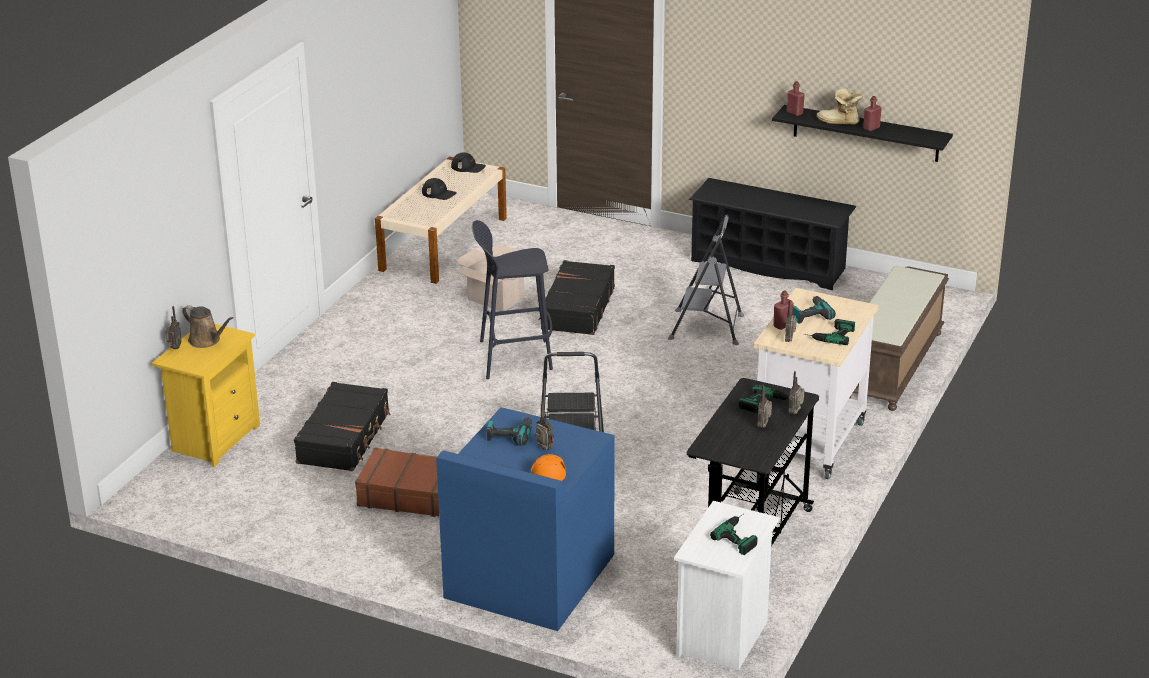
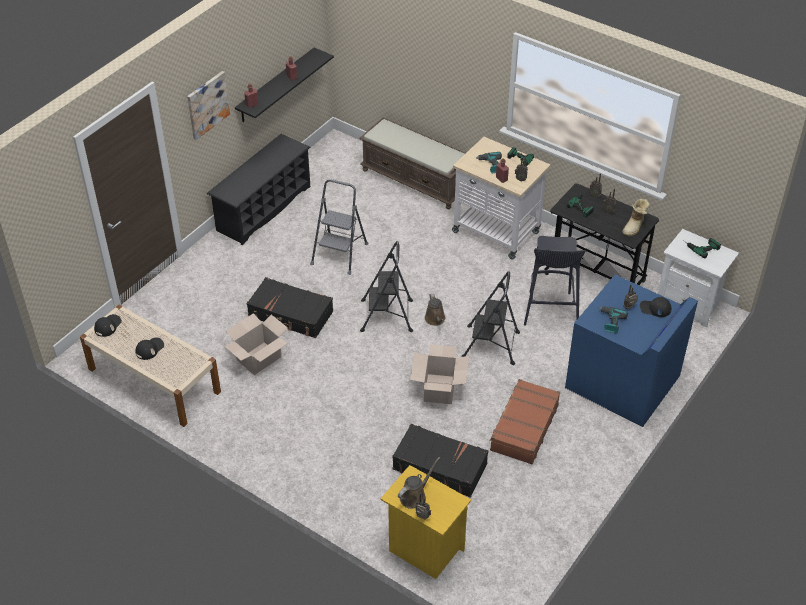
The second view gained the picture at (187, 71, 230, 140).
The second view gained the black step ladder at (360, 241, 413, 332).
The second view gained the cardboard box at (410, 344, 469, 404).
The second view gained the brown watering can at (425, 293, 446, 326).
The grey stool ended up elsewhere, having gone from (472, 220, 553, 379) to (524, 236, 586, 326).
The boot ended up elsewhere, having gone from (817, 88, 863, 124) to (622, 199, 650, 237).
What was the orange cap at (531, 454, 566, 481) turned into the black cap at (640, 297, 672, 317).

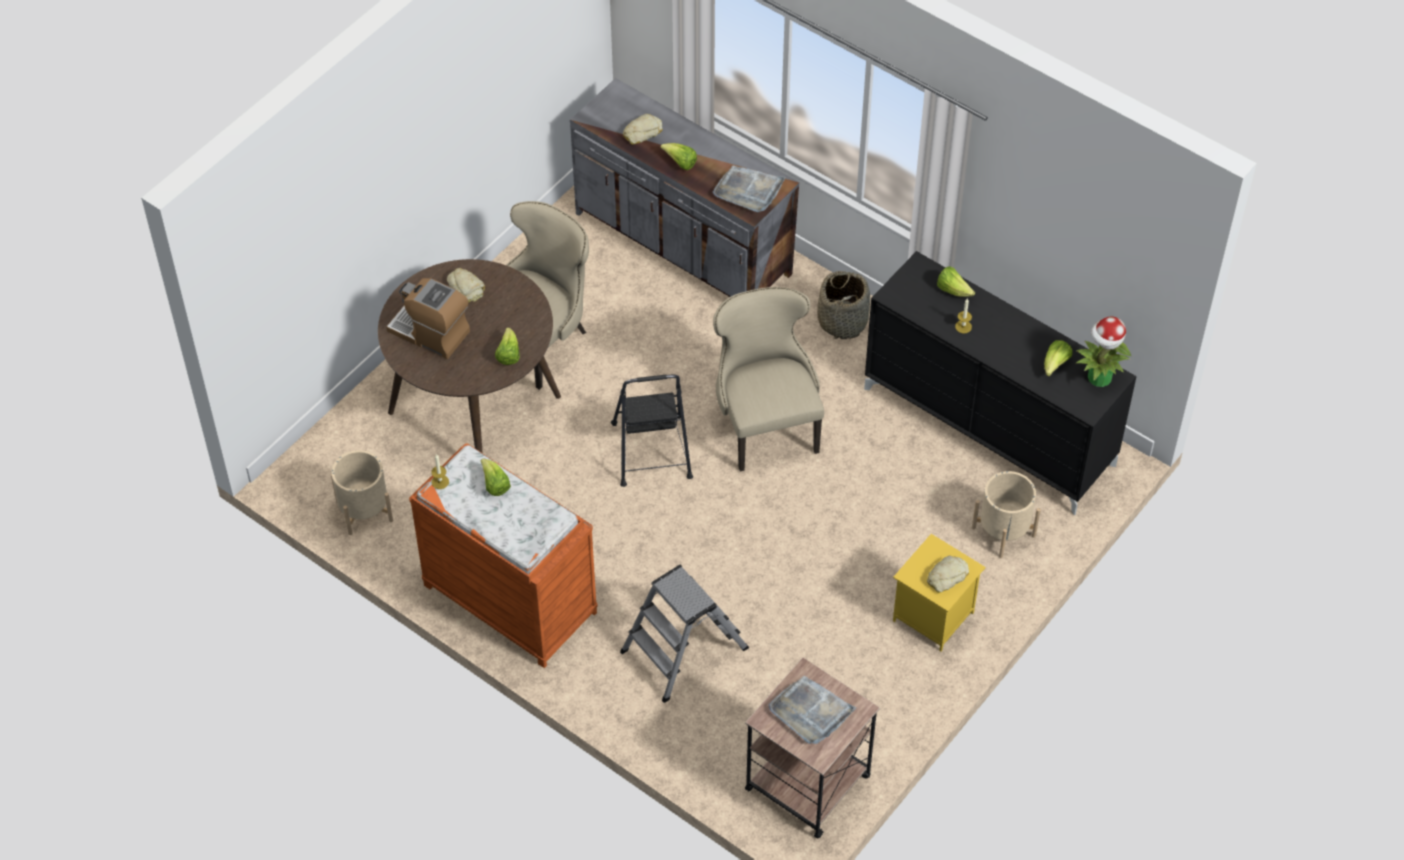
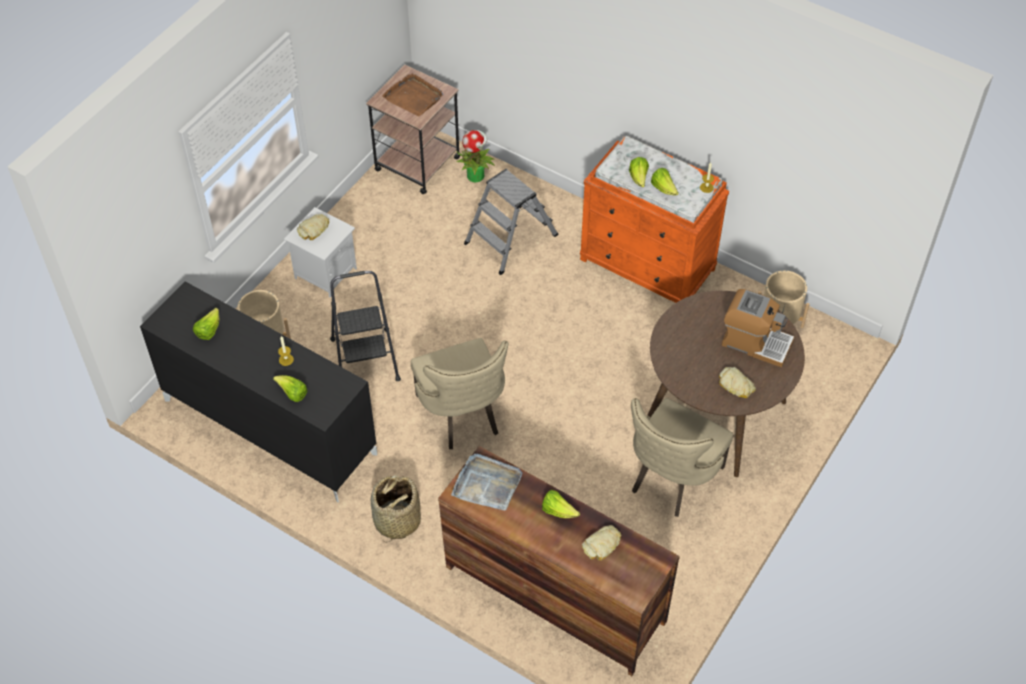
The lettuce ended up elsewhere, having gone from (495, 327, 520, 365) to (629, 157, 649, 187).
The black step ladder ended up elsewhere, having gone from (611, 375, 693, 487) to (330, 271, 401, 381).
The potted plant ended up elsewhere, having gone from (1076, 317, 1131, 387) to (456, 130, 495, 182).
What was the grey cabinet at (570, 78, 799, 297) turned into the brown cabinet at (438, 446, 680, 676).
What was the grey tray at (769, 676, 856, 744) turned into the brown tray at (382, 73, 443, 116).
What was the yellow nightstand at (893, 534, 986, 652) turned into the grey nightstand at (284, 207, 357, 298).

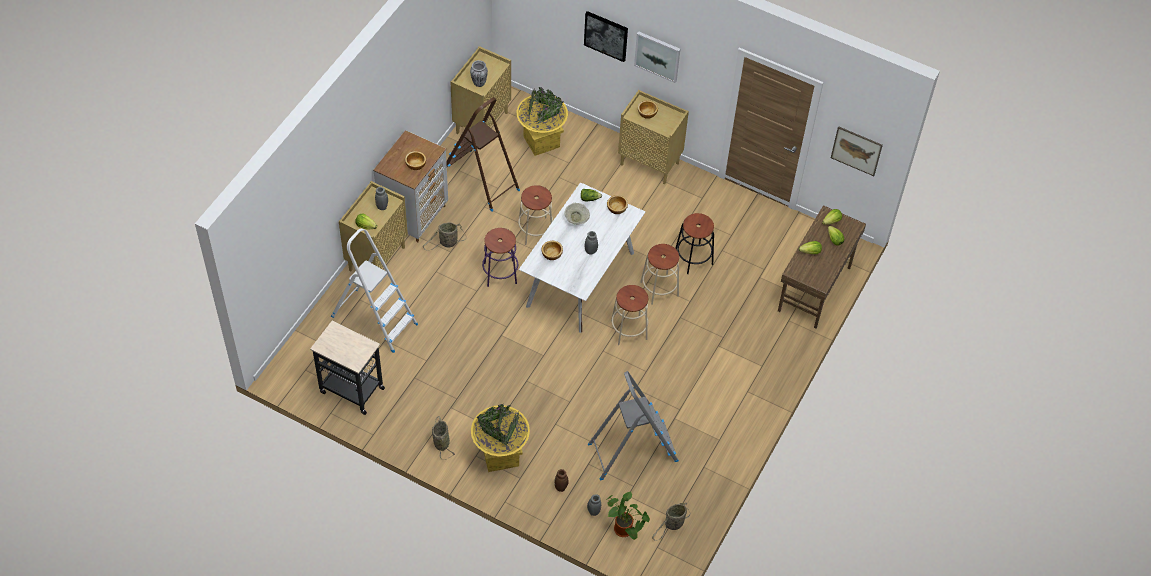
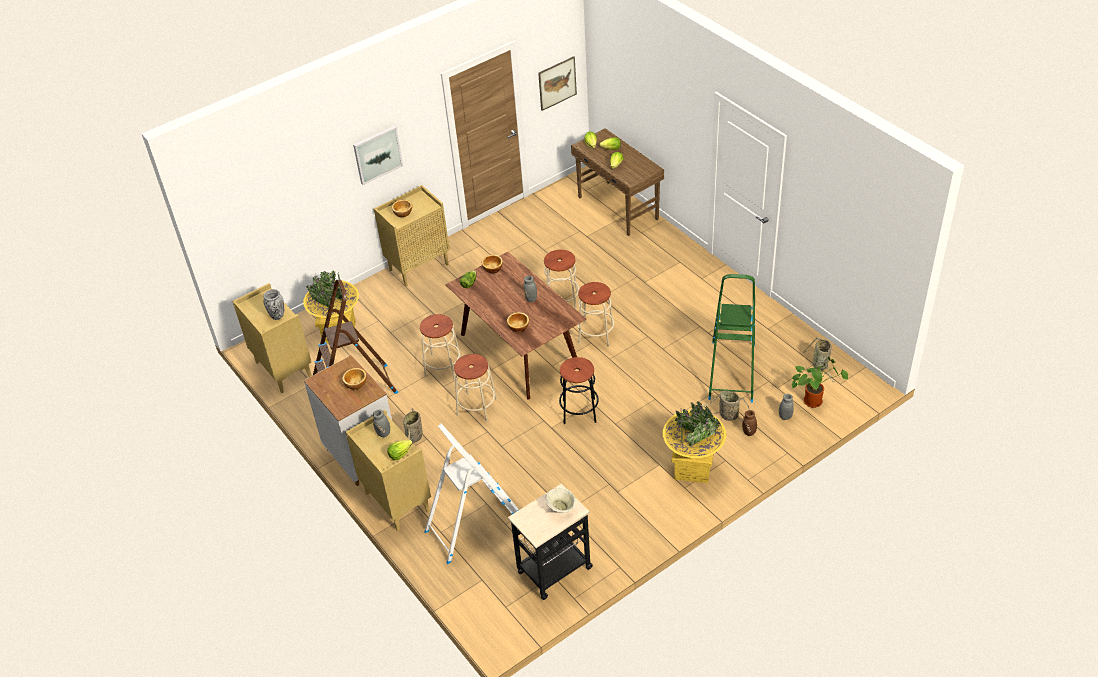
The second view lost the picture at (584, 11, 628, 62).
The basket ended up elsewhere, having gone from (432, 416, 455, 460) to (702, 391, 749, 421).
The beige bowl ended up elsewhere, having gone from (564, 203, 590, 225) to (545, 488, 576, 513).
The black stool ended up elsewhere, having gone from (675, 213, 714, 274) to (559, 357, 599, 424).
What was the purple stool at (482, 228, 518, 287) turned into the beige stool at (454, 354, 497, 422).
What was the white dining table at (519, 182, 646, 333) turned into the brown dining table at (445, 252, 587, 400).
What was the grey step ladder at (588, 371, 679, 480) turned into the green step ladder at (708, 274, 755, 403).

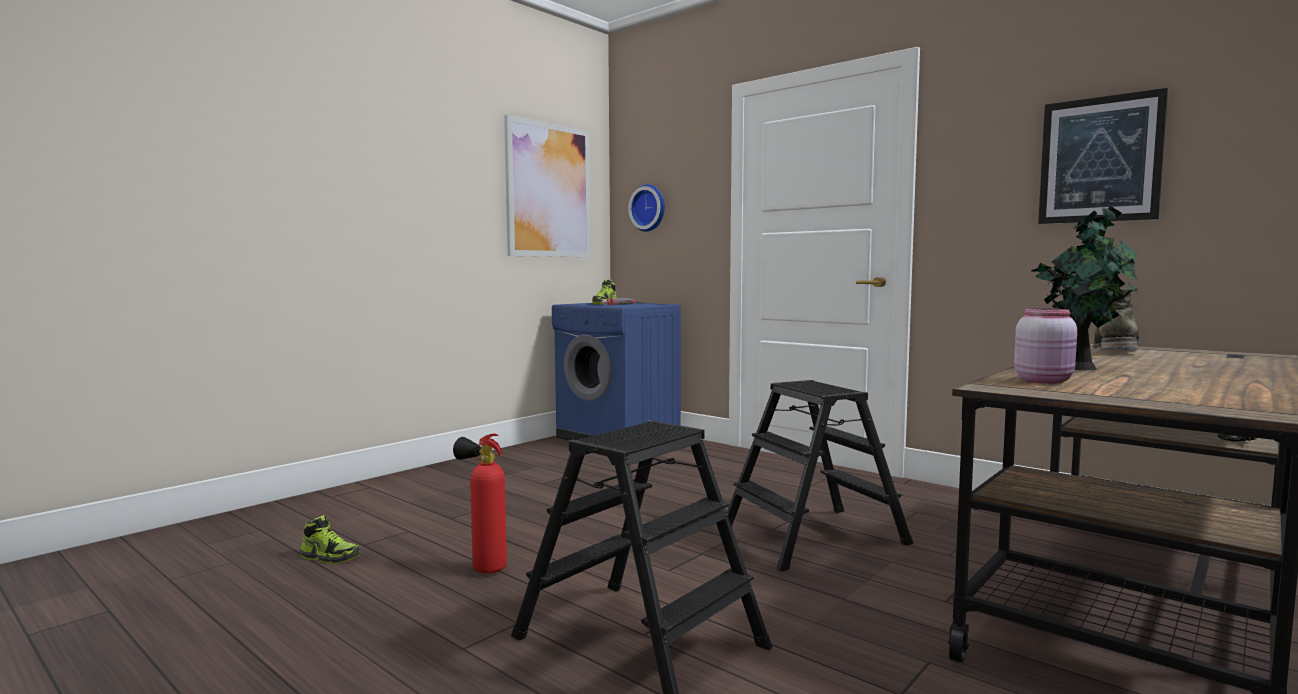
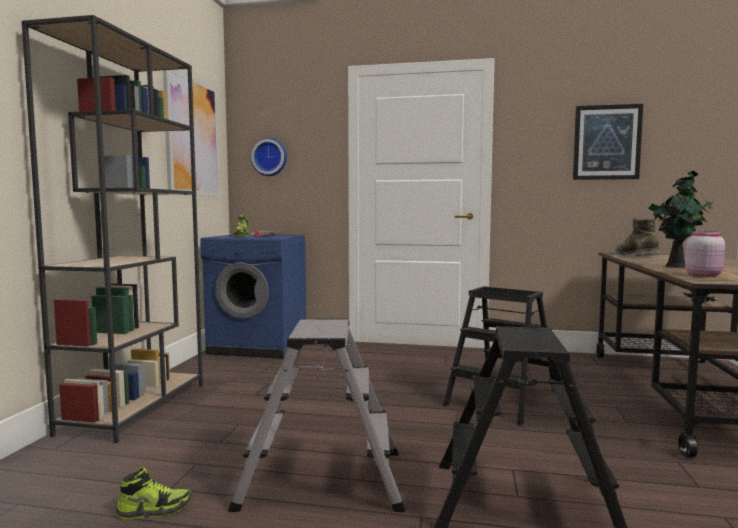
The second view gained the bookcase at (22, 15, 203, 443).
Where the fire extinguisher stood at (453, 433, 507, 573), the grey step ladder came to stand at (228, 318, 406, 512).

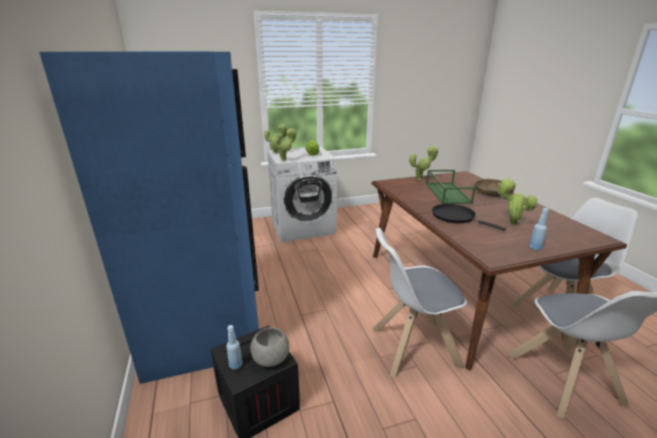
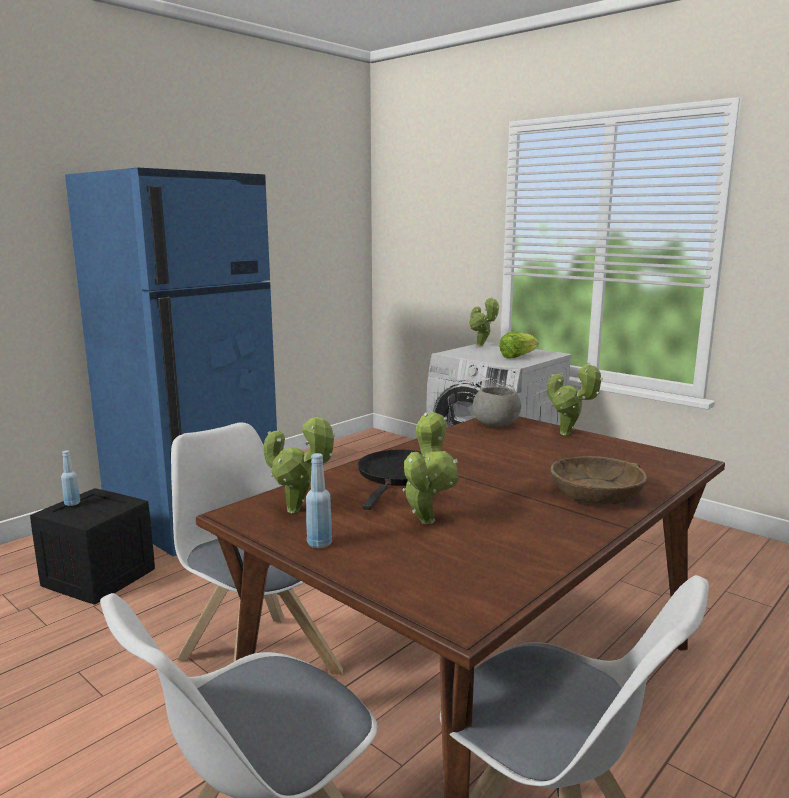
The second view lost the green tray at (426, 170, 475, 204).
The grey bowl ended up elsewhere, having gone from (251, 327, 290, 367) to (473, 387, 521, 427).
The potted plant ended up elsewhere, having gone from (272, 128, 296, 161) to (264, 414, 336, 513).

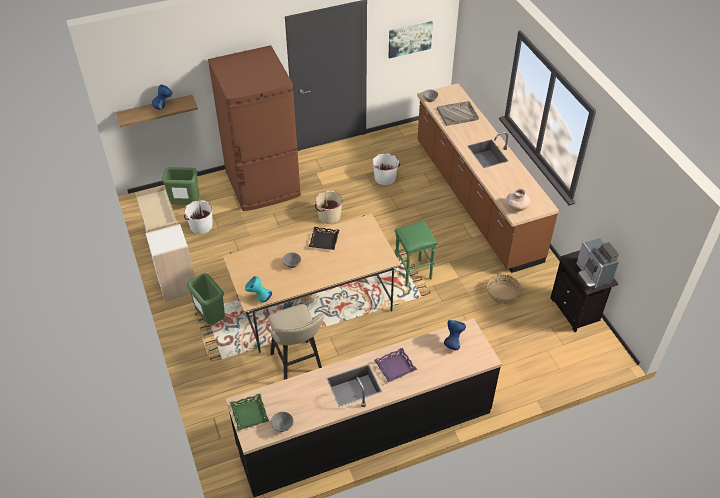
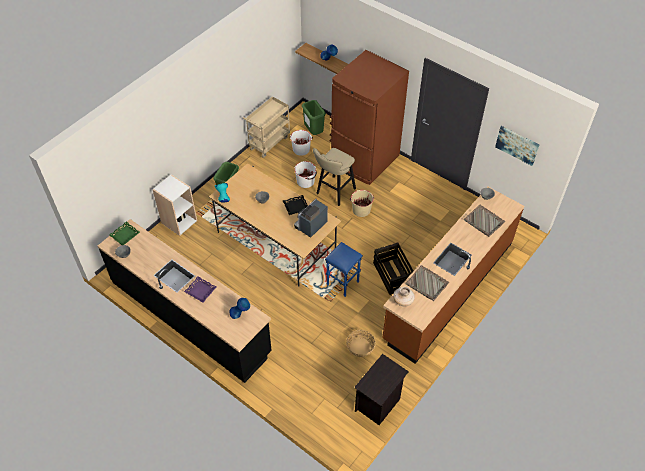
The second view gained the crate at (373, 242, 413, 295).
The second view gained the grey tray at (406, 265, 449, 301).
The bookcase ended up elsewhere, having gone from (146, 224, 195, 302) to (152, 174, 197, 236).
The beige stool ended up elsewhere, having gone from (268, 304, 324, 380) to (313, 148, 356, 206).
The white bucket ended up elsewhere, having gone from (372, 153, 400, 185) to (294, 161, 317, 188).
The coffee machine ended up elsewhere, having gone from (576, 238, 619, 290) to (294, 199, 328, 238).
What was the green stool at (395, 221, 438, 287) turned into the blue stool at (325, 242, 363, 297).

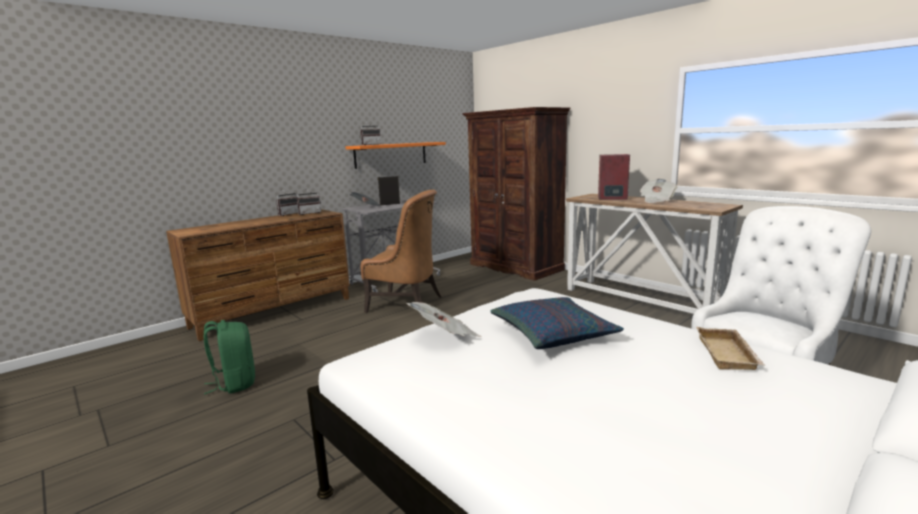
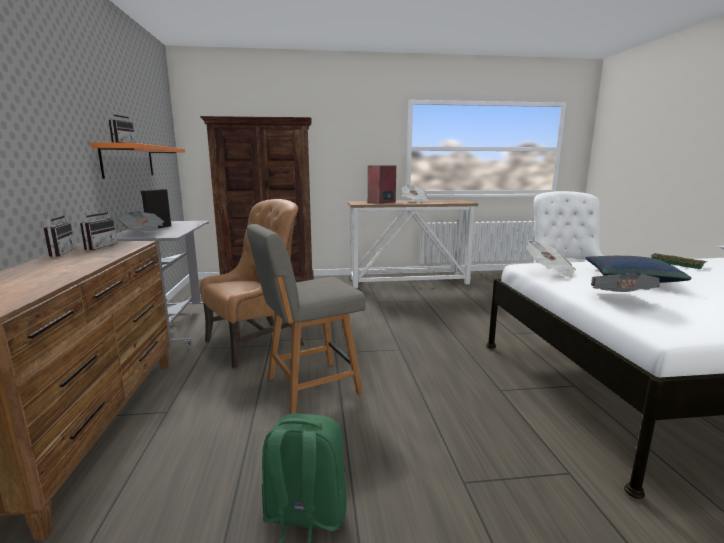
The second view gained the grey chair at (247, 224, 366, 413).
The second view gained the newspaper at (526, 240, 576, 278).
What was the beige tray at (696, 327, 765, 370) turned into the green tray at (650, 253, 707, 269).

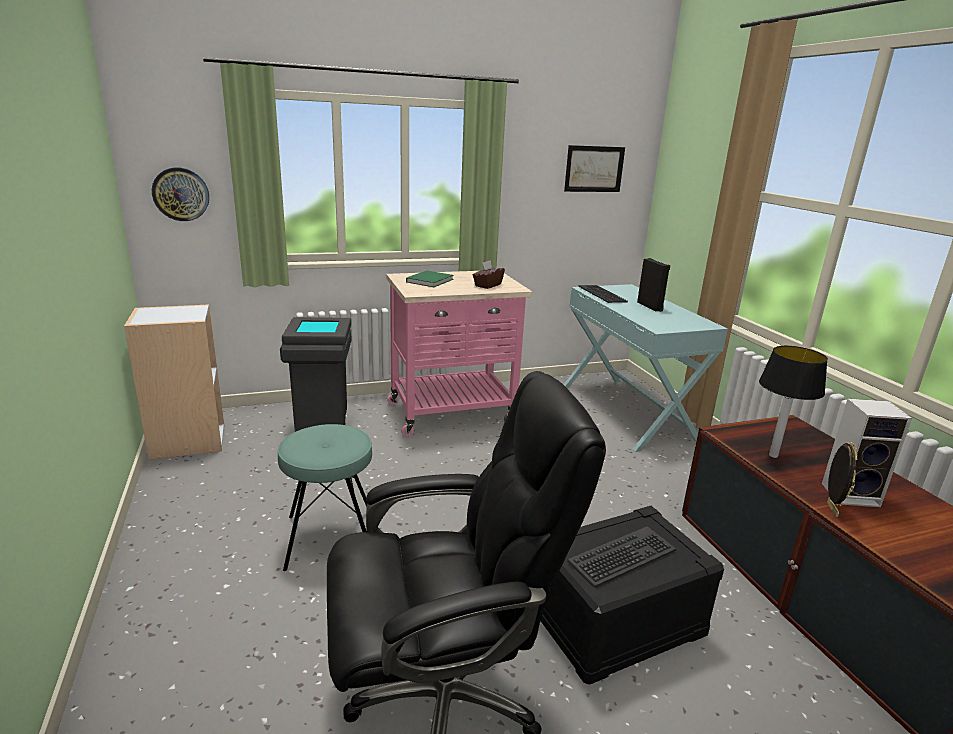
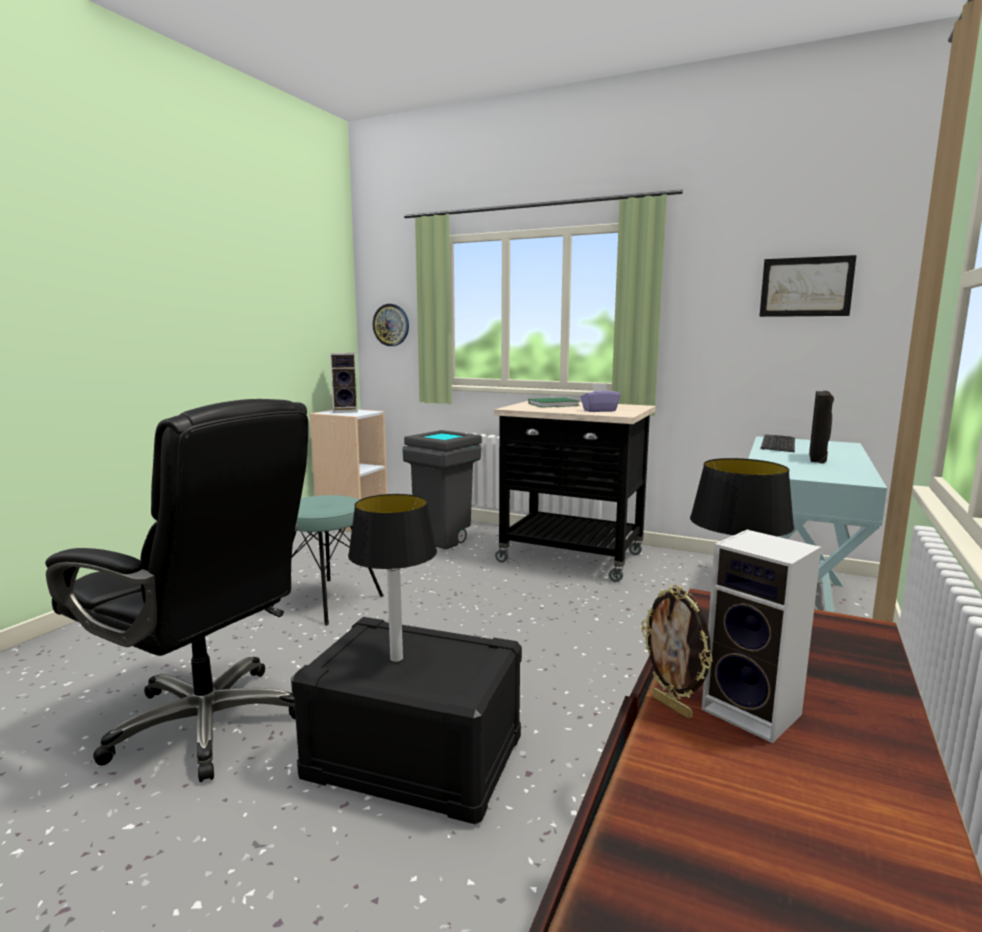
The second view gained the speaker at (330, 353, 358, 413).
Where the keyboard stood at (567, 526, 676, 588), the table lamp came to stand at (348, 494, 437, 662).
What was the pink cart at (386, 271, 532, 437) turned into the black cart at (494, 401, 656, 582).
What was the brown tissue box at (473, 260, 505, 289) turned into the purple tissue box at (580, 383, 620, 412).
The picture frame at (827, 442, 858, 517) ended up facing another way, 90 degrees clockwise from before.

